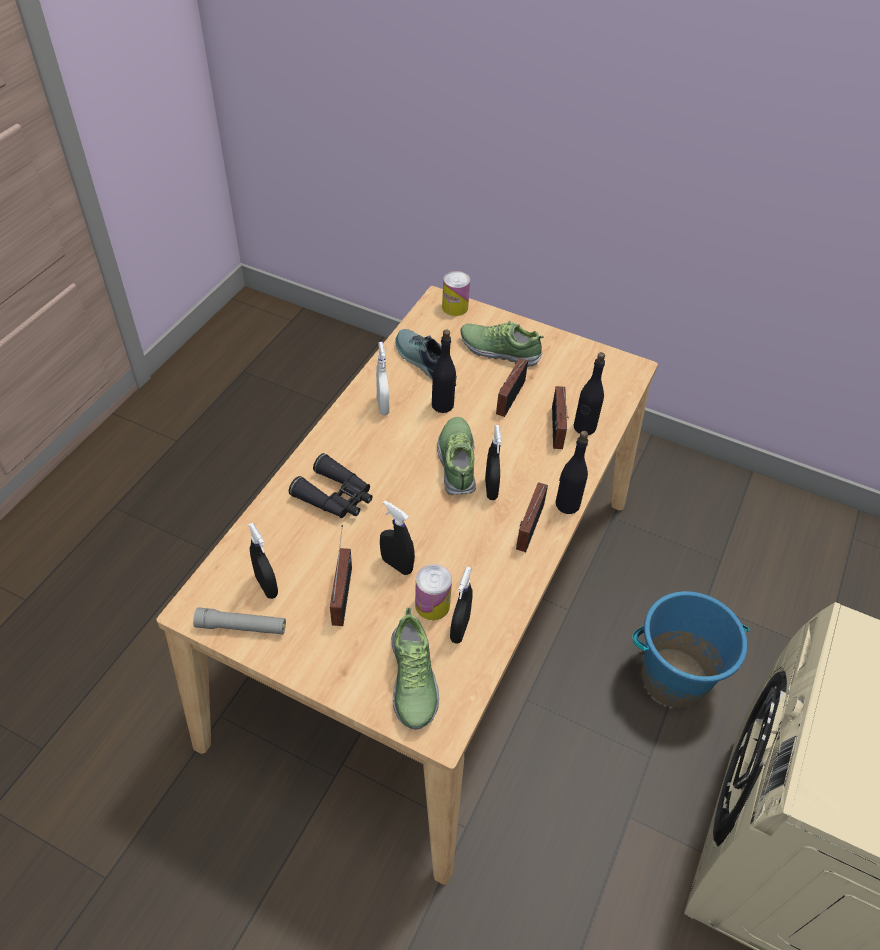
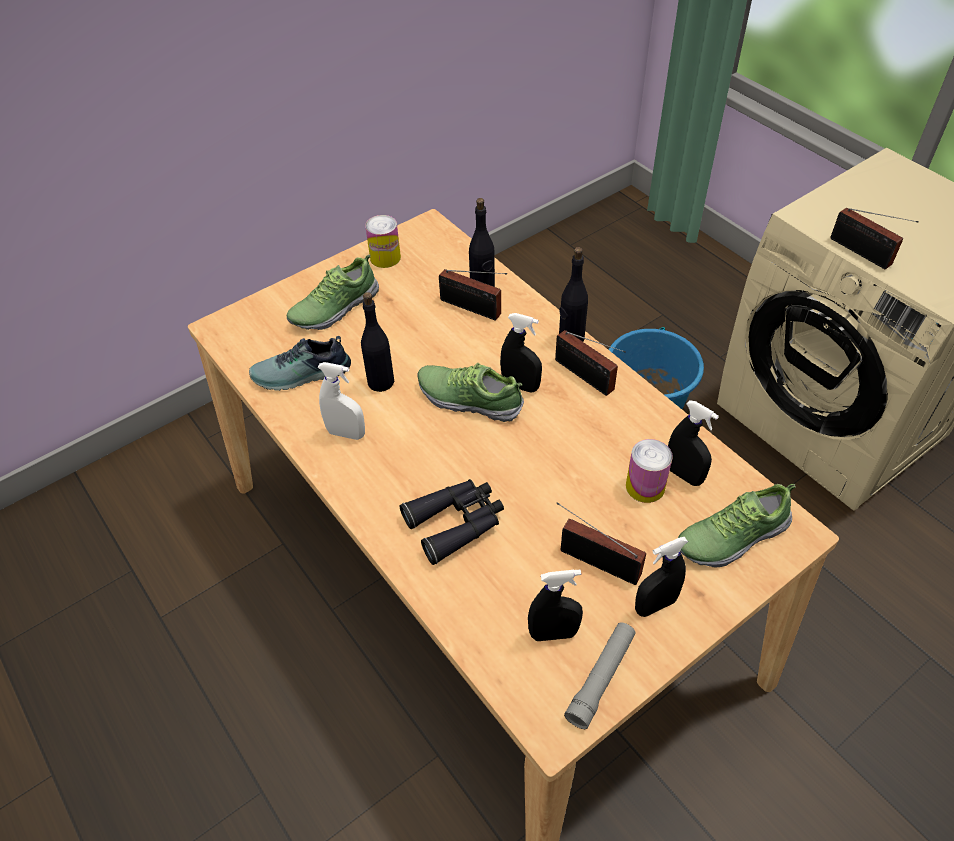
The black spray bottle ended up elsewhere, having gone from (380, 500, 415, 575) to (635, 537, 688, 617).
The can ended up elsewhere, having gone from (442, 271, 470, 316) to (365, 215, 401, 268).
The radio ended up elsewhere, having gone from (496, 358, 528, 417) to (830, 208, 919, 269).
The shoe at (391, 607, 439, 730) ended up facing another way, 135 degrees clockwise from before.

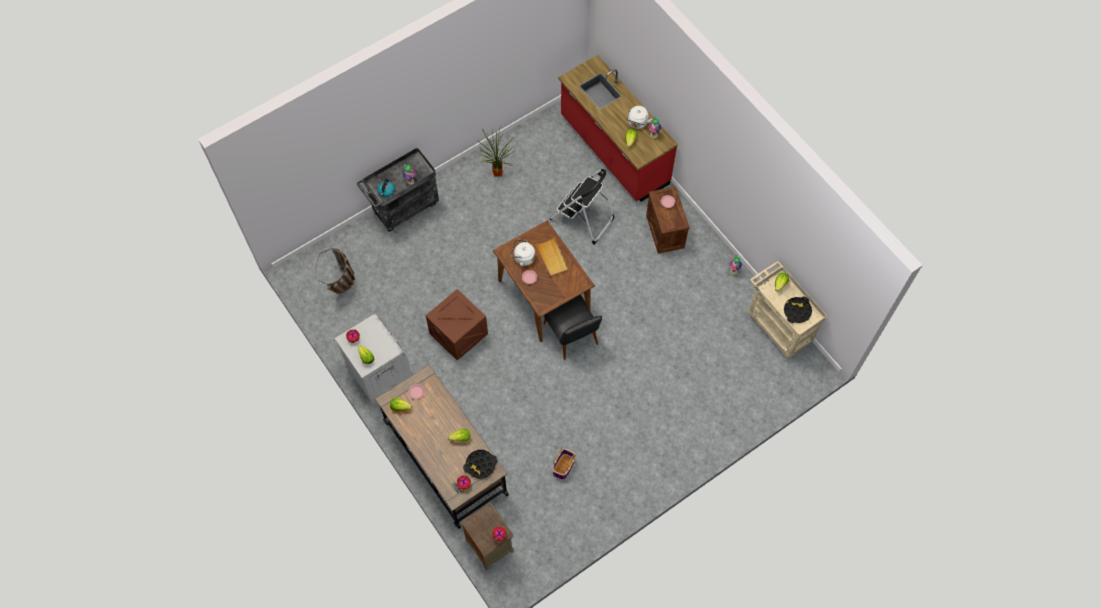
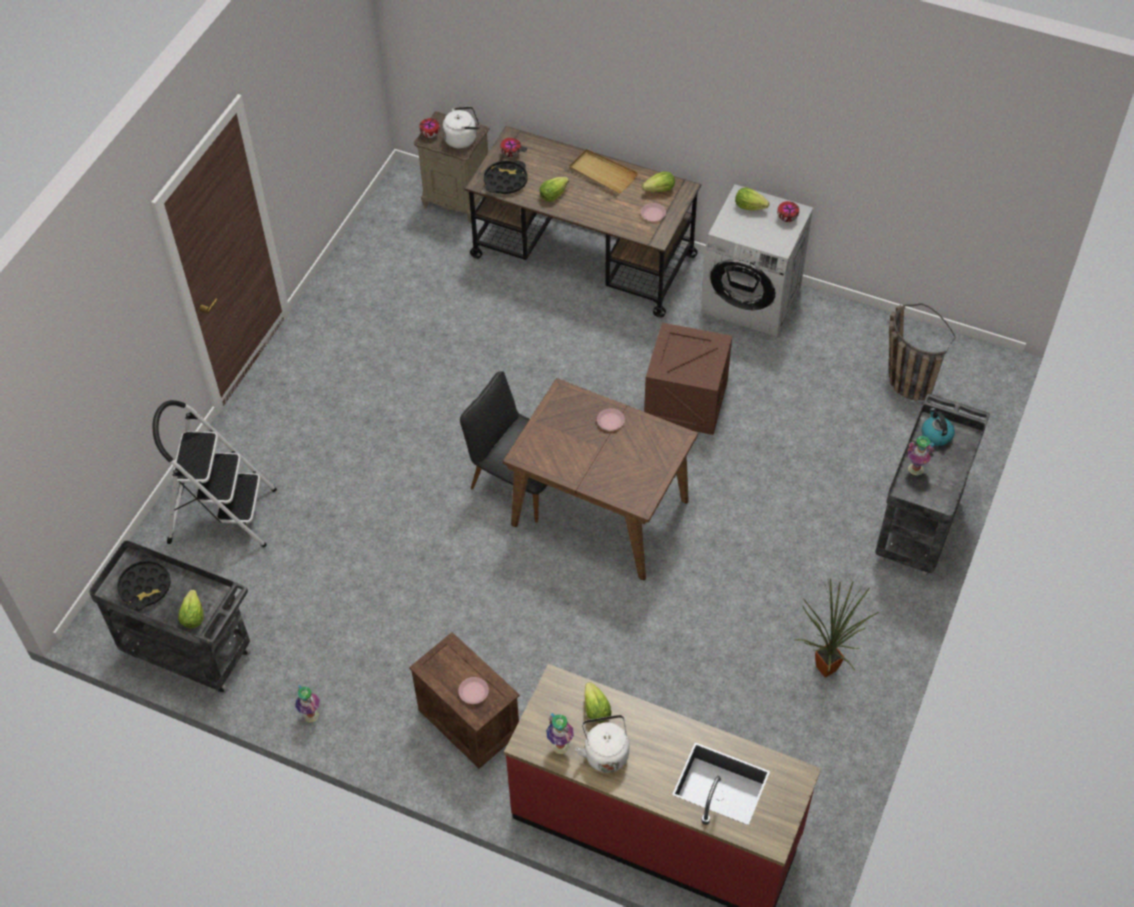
The second view lost the basket at (552, 447, 576, 479).
The white kettle ended up elsewhere, having gone from (511, 239, 535, 266) to (443, 106, 480, 148).
The beige tray ended up elsewhere, having gone from (535, 237, 568, 276) to (569, 149, 638, 194).
The step ladder ended up elsewhere, having gone from (550, 169, 614, 245) to (153, 400, 277, 548).
What was the beige cart at (748, 261, 826, 358) turned into the black cart at (89, 540, 251, 693).

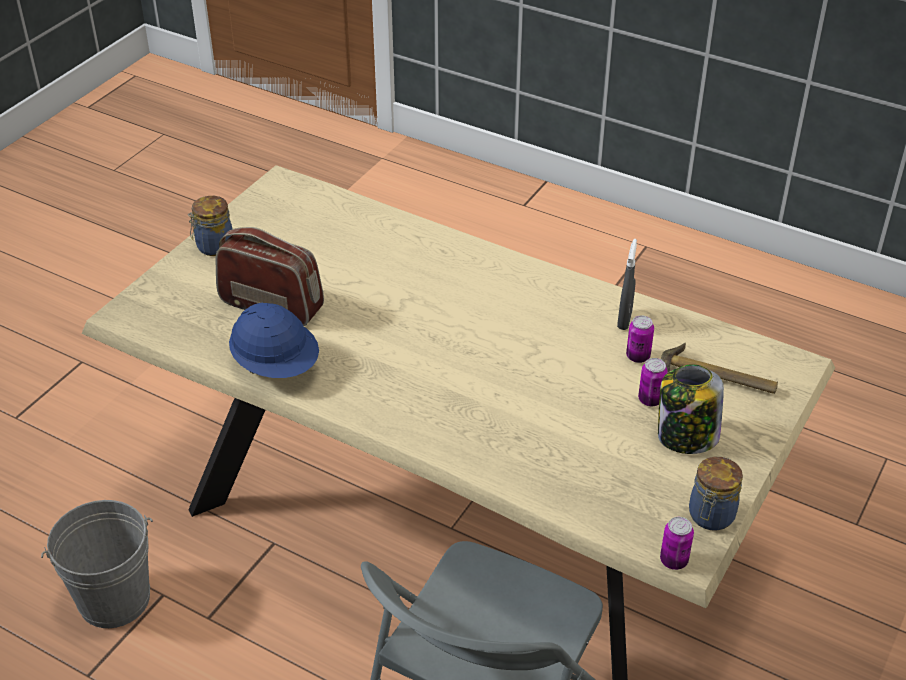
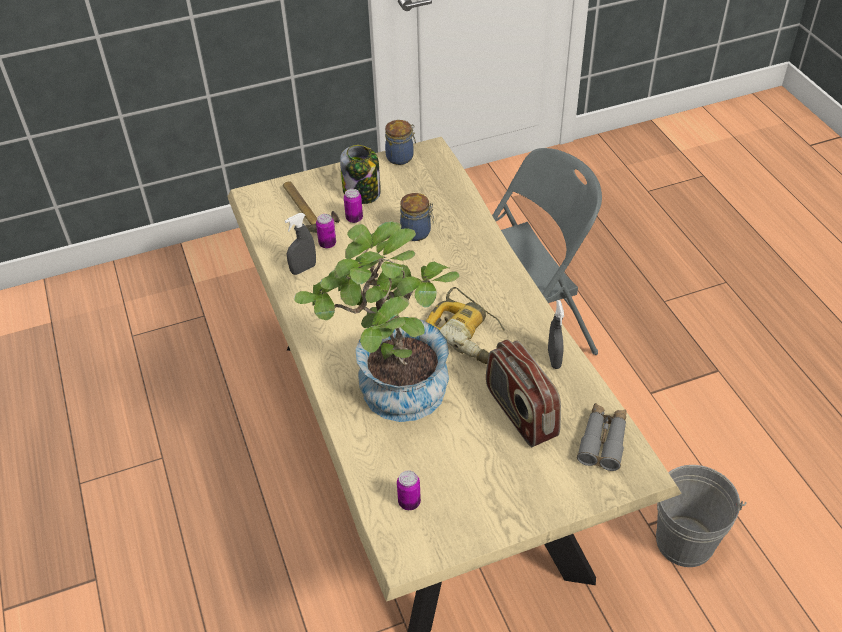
The second view gained the potted plant at (294, 222, 459, 422).
The second view gained the power drill at (426, 287, 505, 364).
The second view gained the grey binoculars at (577, 403, 627, 471).
The jar ended up elsewhere, having gone from (188, 196, 233, 256) to (400, 193, 434, 241).
The can ended up elsewhere, having gone from (660, 517, 694, 570) to (397, 470, 421, 510).
Where the blue hard hat stood at (229, 302, 319, 378), the grey spray bottle came to stand at (548, 300, 564, 369).

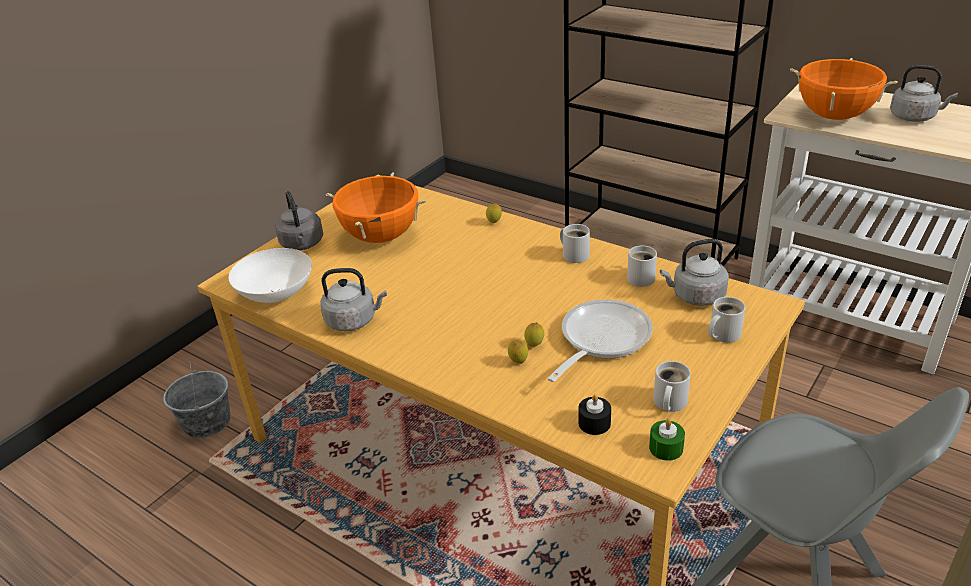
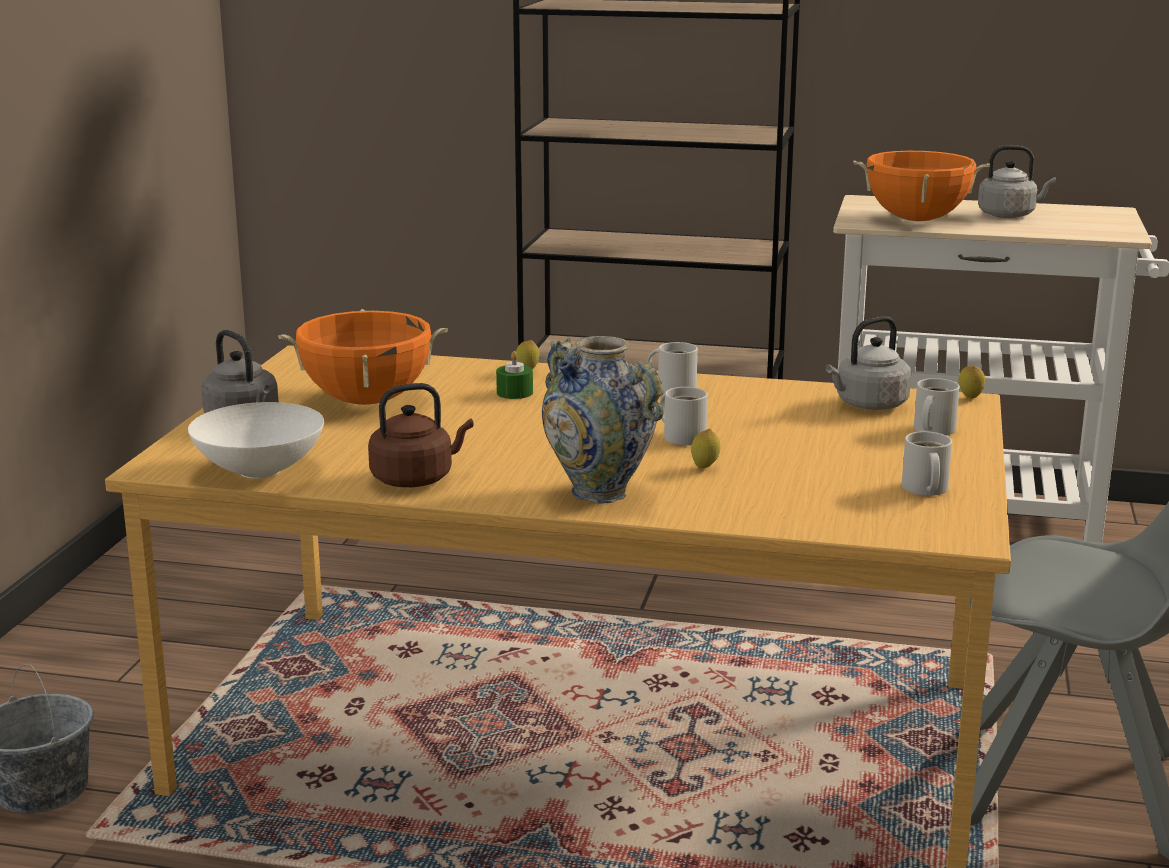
The second view lost the frying pan at (547, 299, 653, 382).
The second view lost the black candle at (579, 394, 611, 435).
The second view gained the vase at (542, 336, 664, 504).
The lemon ended up elsewhere, having gone from (508, 340, 528, 364) to (958, 366, 985, 398).
The white mug ended up elsewhere, having gone from (627, 246, 657, 287) to (660, 387, 708, 445).
The green candle ended up elsewhere, having gone from (649, 418, 685, 461) to (496, 351, 533, 399).
What was the grey kettle at (320, 268, 387, 331) turned into the brown kettle at (368, 383, 474, 487).

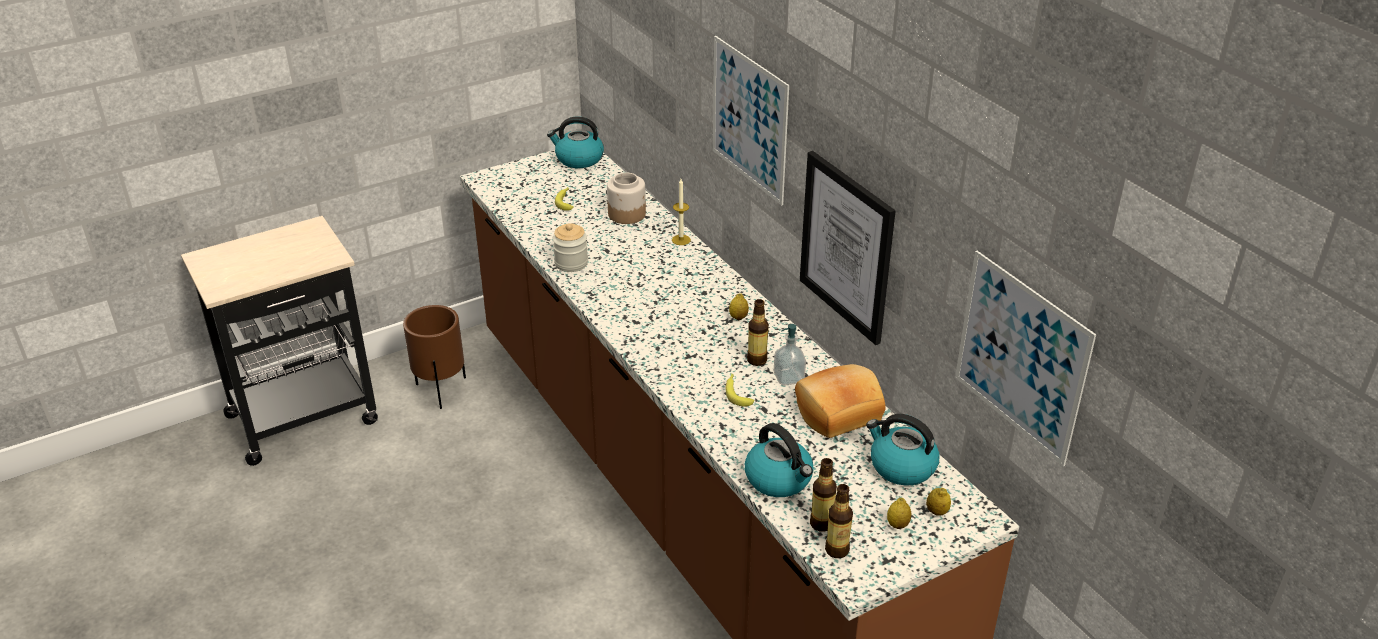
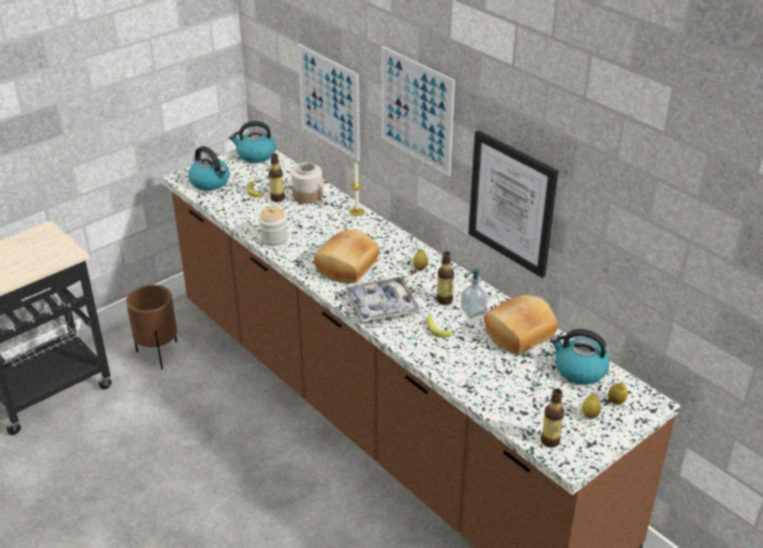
The second view gained the bread at (314, 229, 379, 283).
The second view gained the tray at (346, 277, 420, 322).
The kettle ended up elsewhere, having gone from (745, 423, 814, 497) to (188, 146, 230, 191).
The bottle ended up elsewhere, having gone from (810, 458, 837, 532) to (269, 153, 284, 202).
The picture ended up elsewhere, having gone from (955, 251, 1096, 467) to (298, 44, 360, 161).

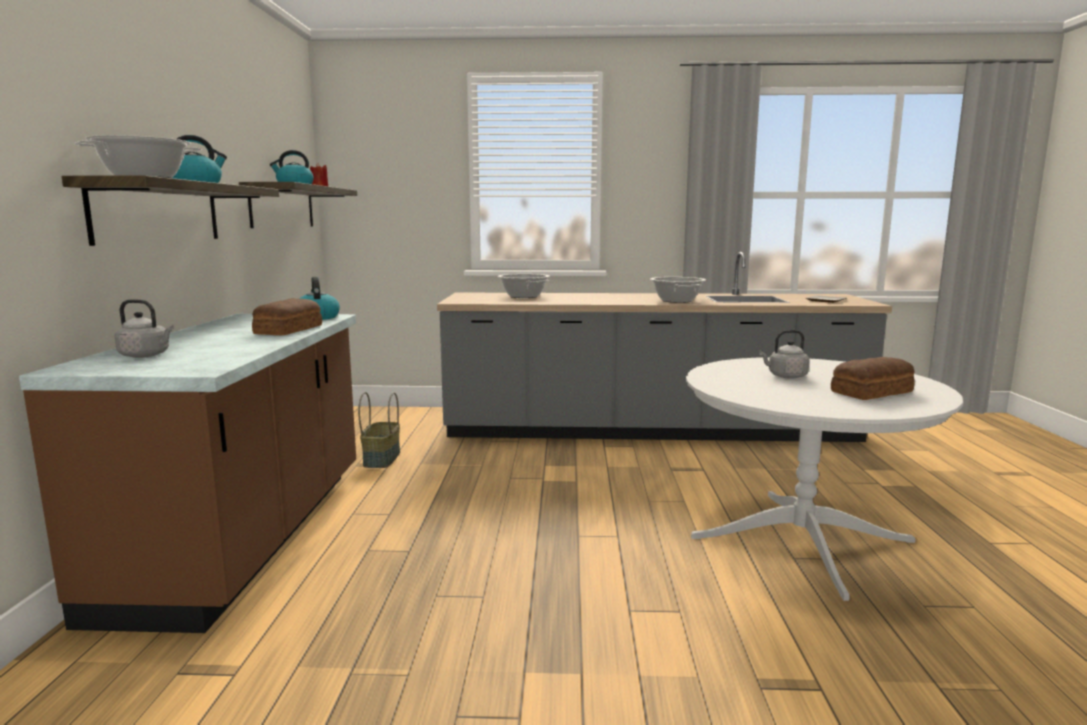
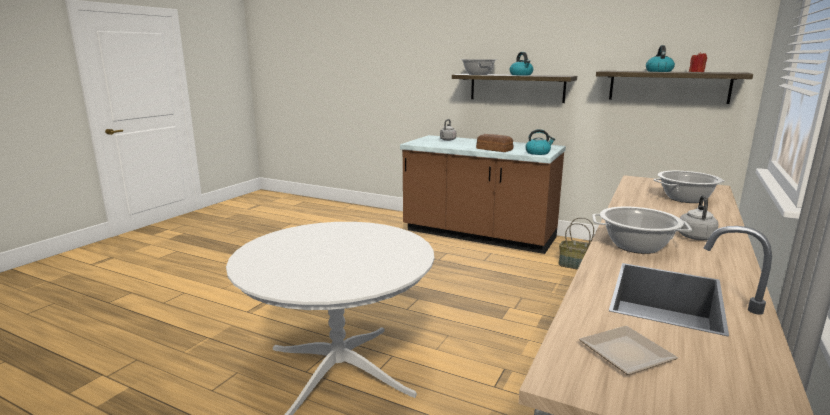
The second view lost the bread at (831, 357, 915, 400).
The grey kettle ended up elsewhere, having gone from (759, 330, 809, 379) to (678, 195, 718, 240).

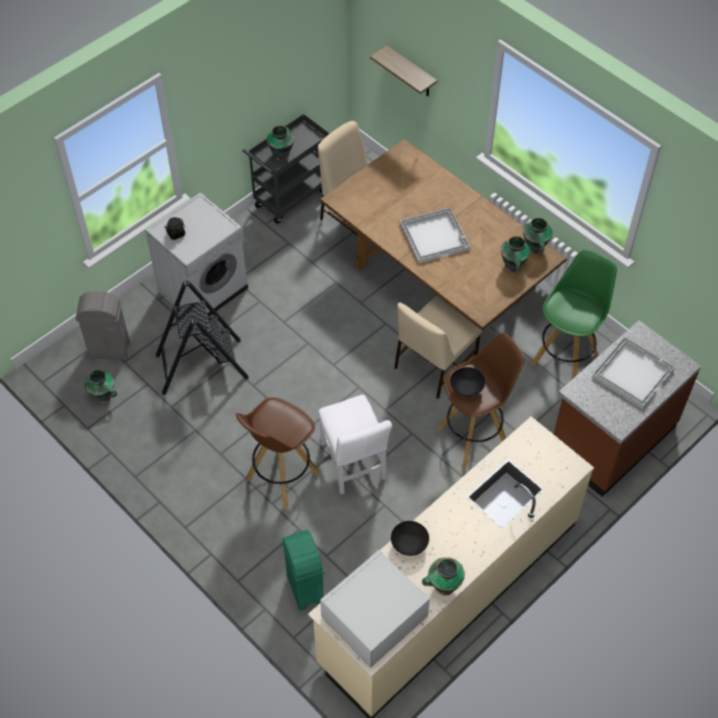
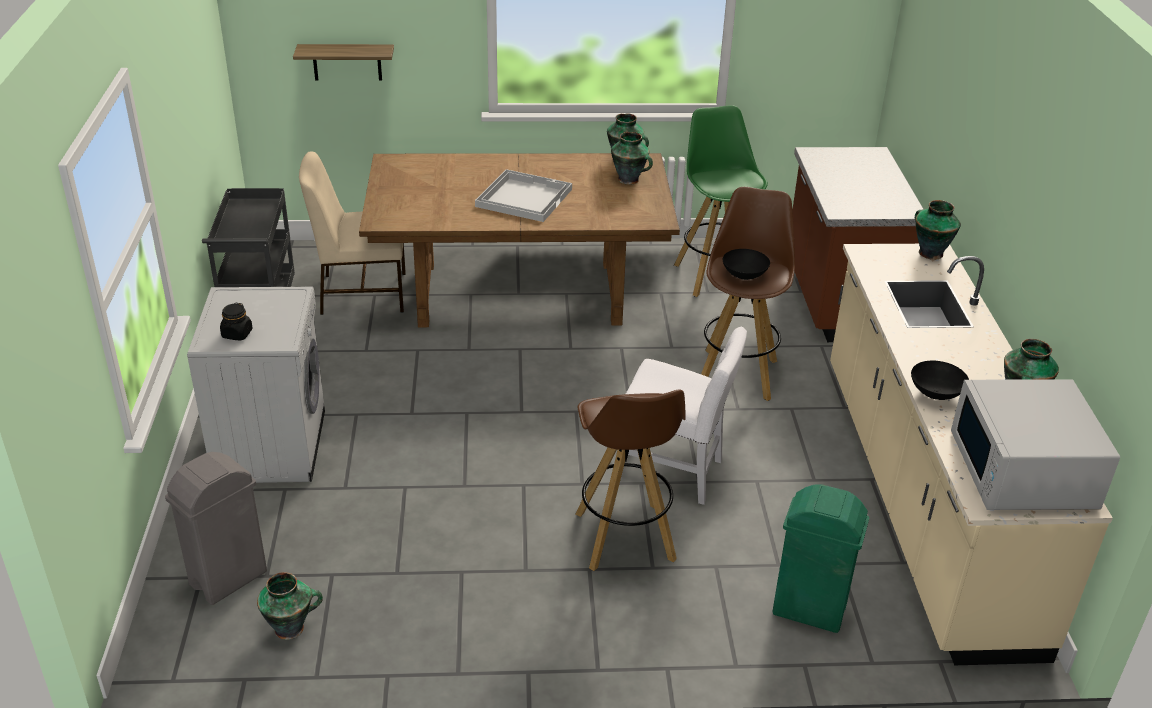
The second view lost the black step ladder at (156, 280, 249, 395).
The second view lost the beige chair at (394, 296, 482, 399).
The second view lost the white tray at (592, 337, 675, 409).
The vase ended up elsewhere, having gone from (267, 125, 294, 161) to (915, 200, 961, 260).

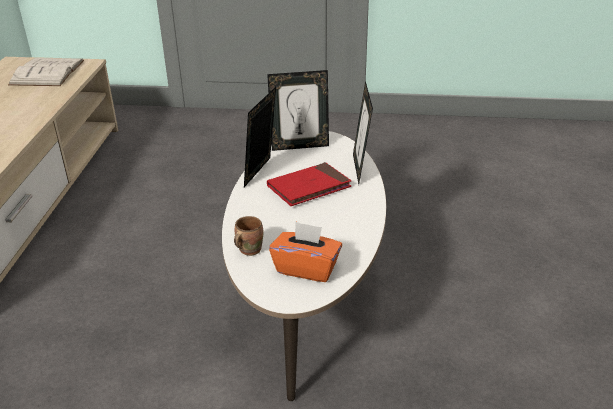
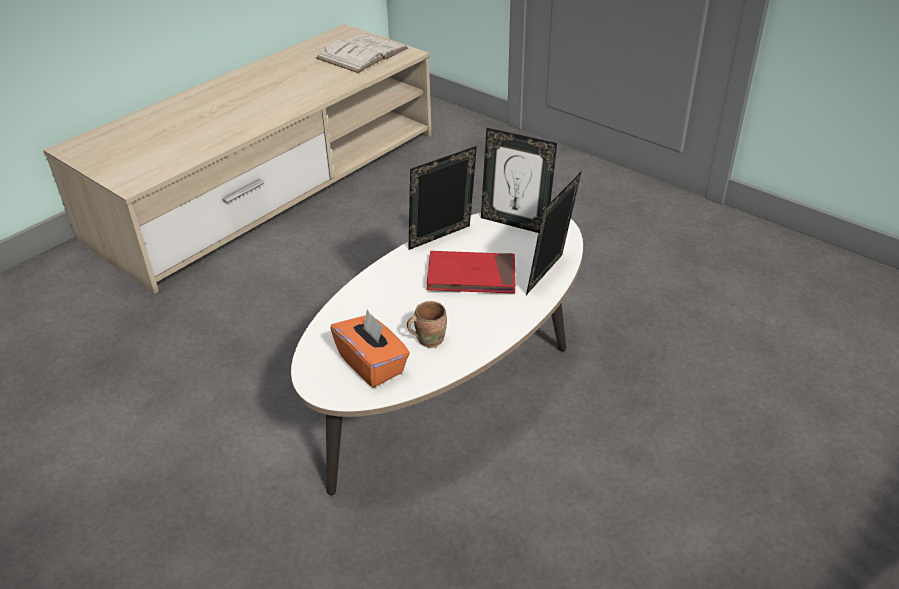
The brown mug ended up elsewhere, having gone from (234, 216, 264, 256) to (407, 301, 447, 348).

